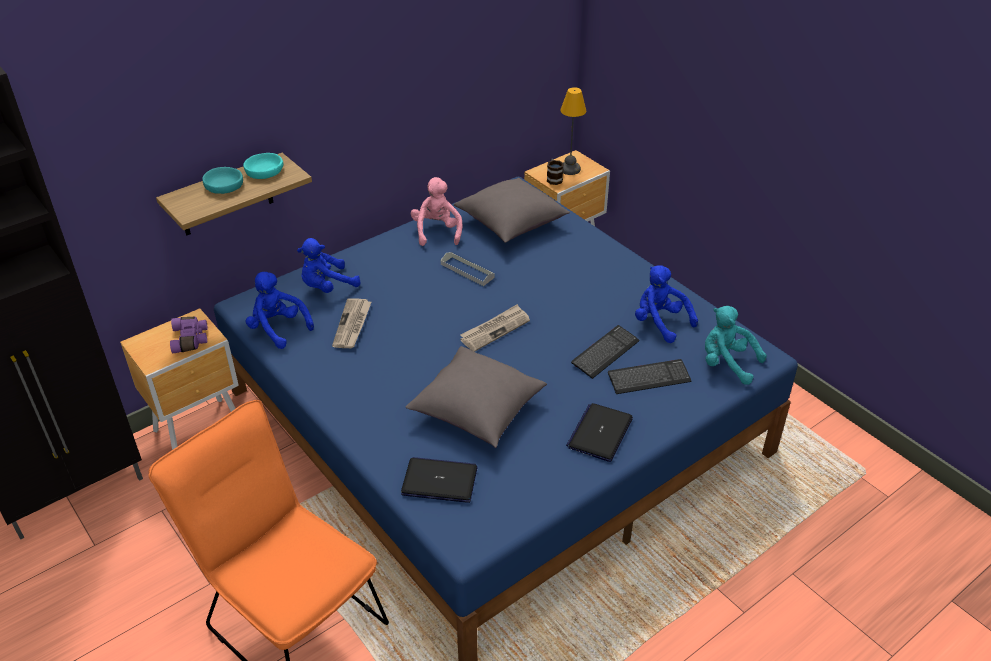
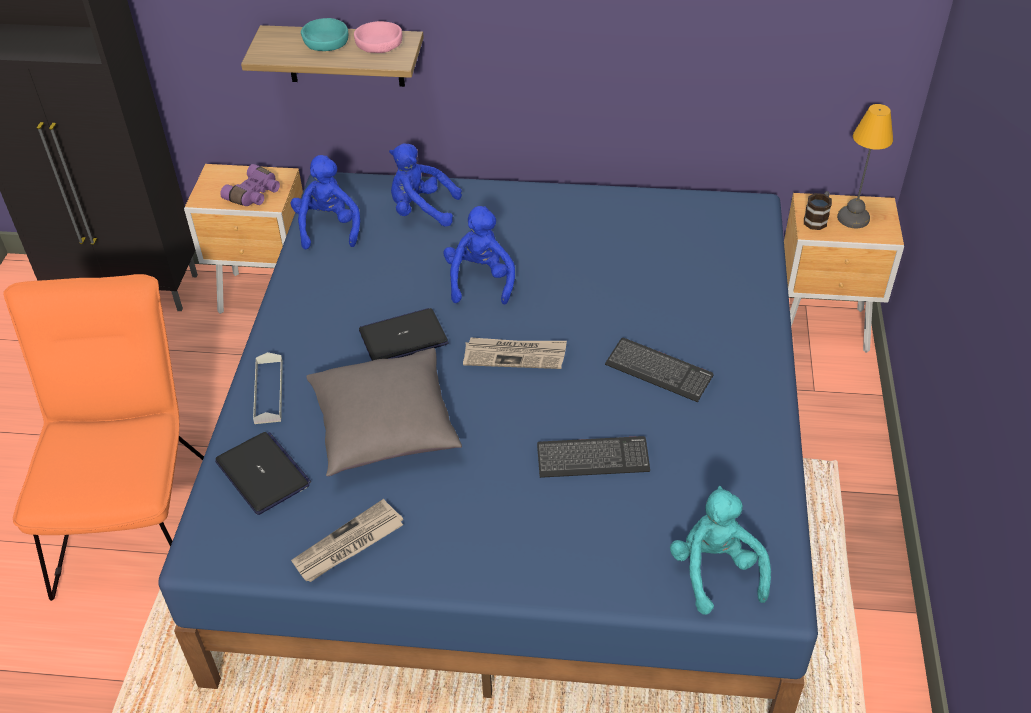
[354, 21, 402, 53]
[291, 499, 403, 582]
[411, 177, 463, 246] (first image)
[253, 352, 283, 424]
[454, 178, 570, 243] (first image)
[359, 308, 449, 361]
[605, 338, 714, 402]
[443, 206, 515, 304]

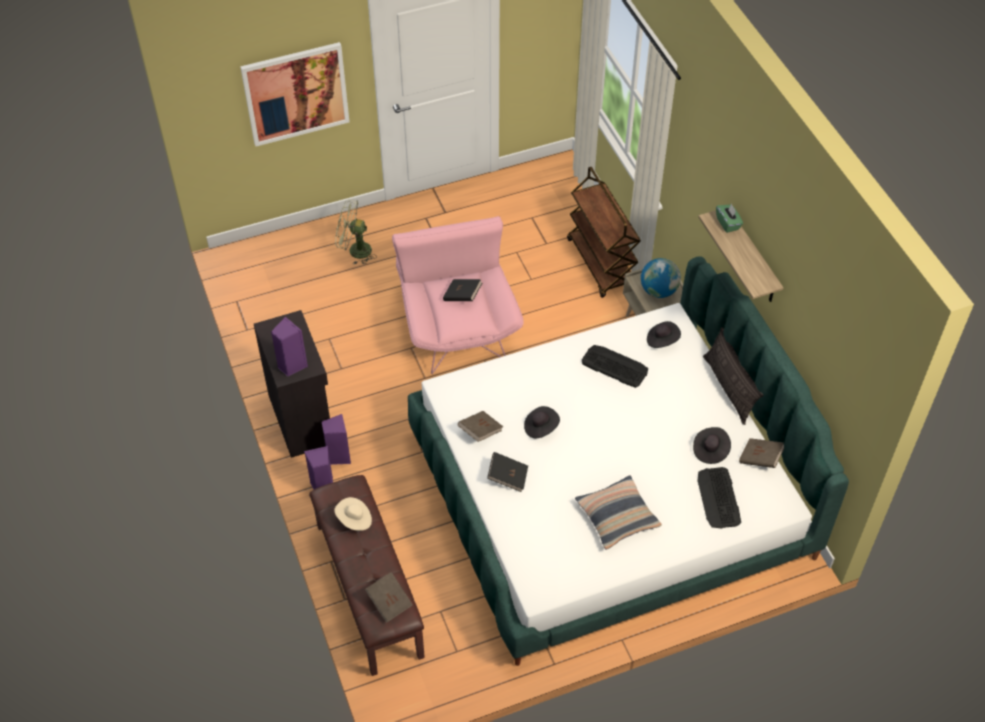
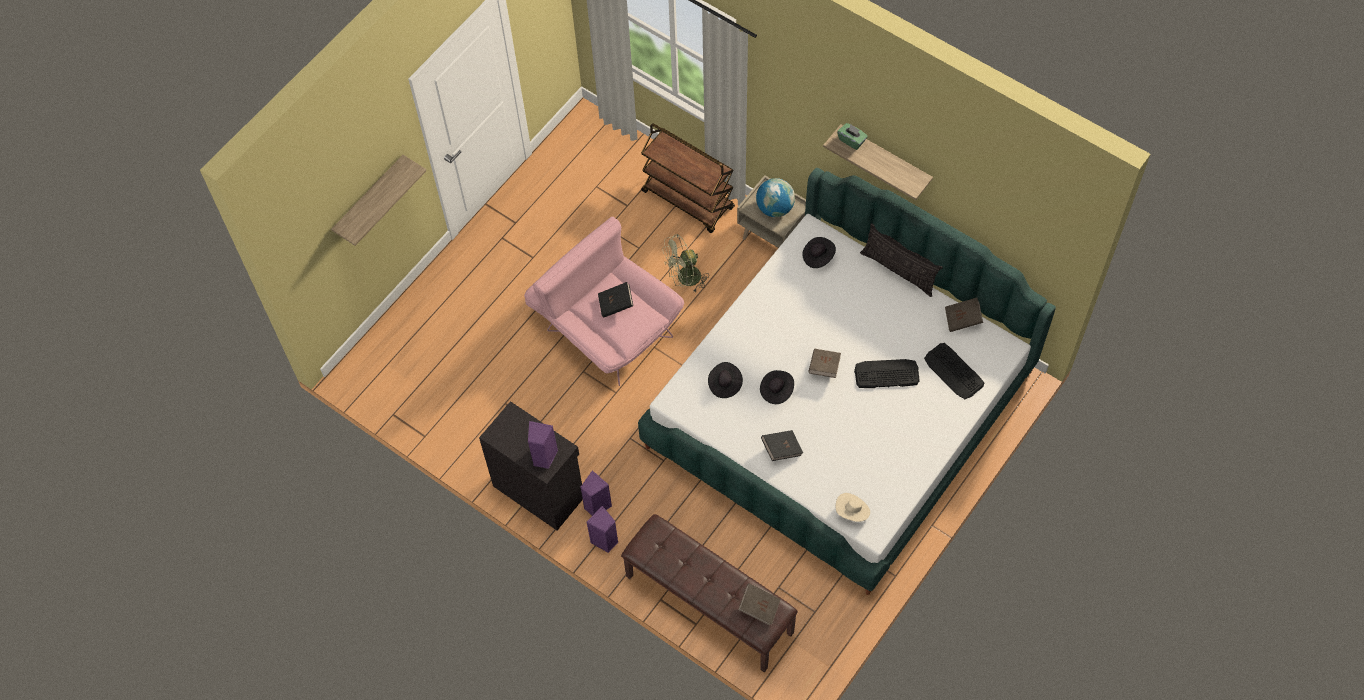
[331, 155, 426, 246]
[836, 493, 870, 522]
[662, 234, 708, 293]
[808, 349, 841, 378]
[575, 475, 662, 550] (first image)
[854, 359, 920, 388]
[708, 362, 743, 398]

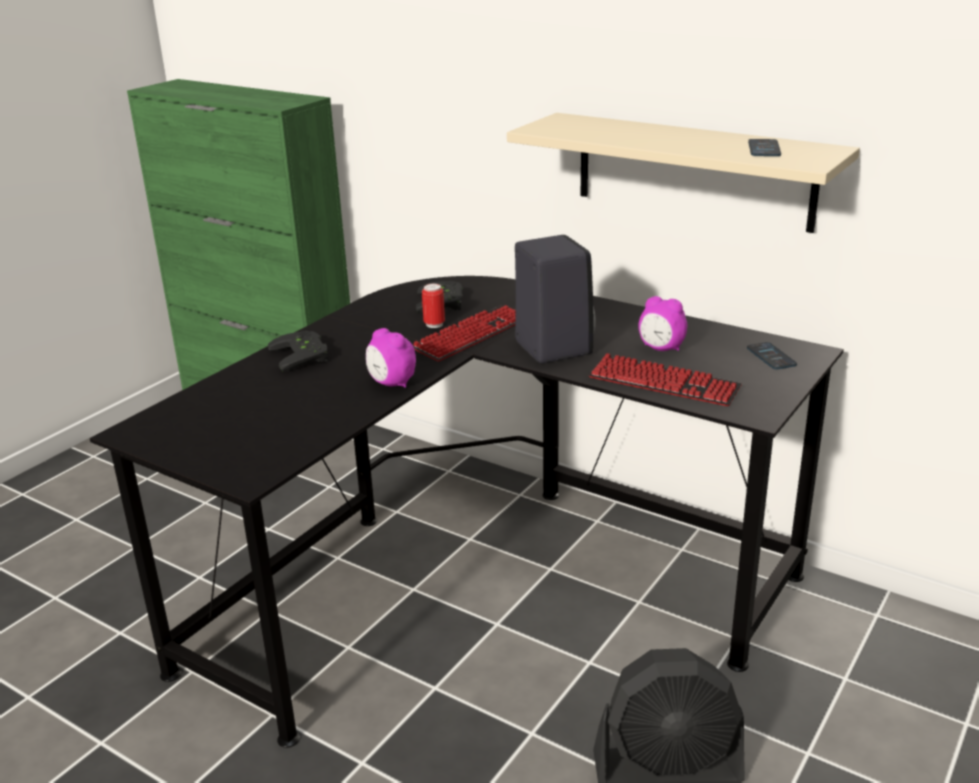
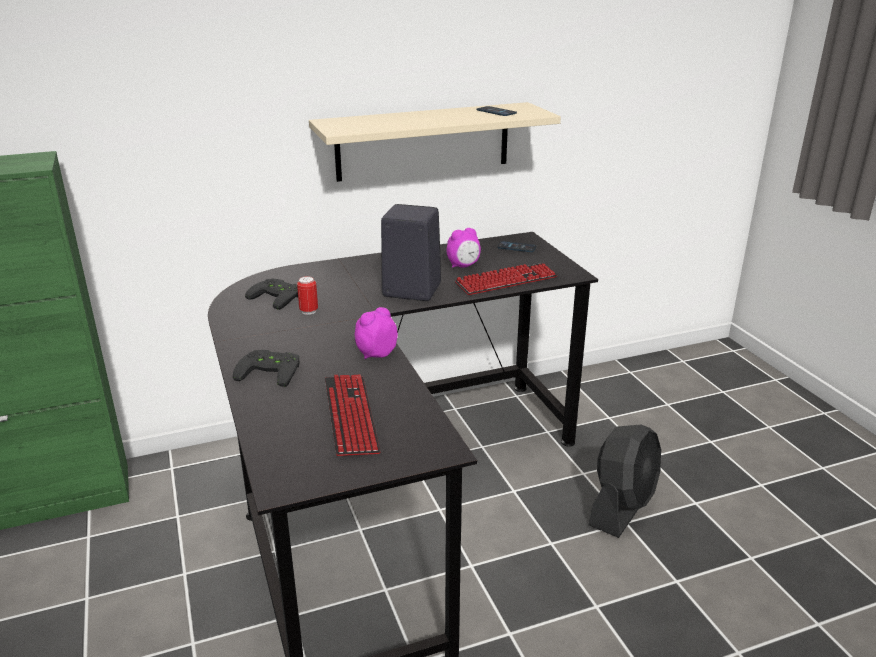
[355, 307, 398, 359]
[325, 374, 381, 456]

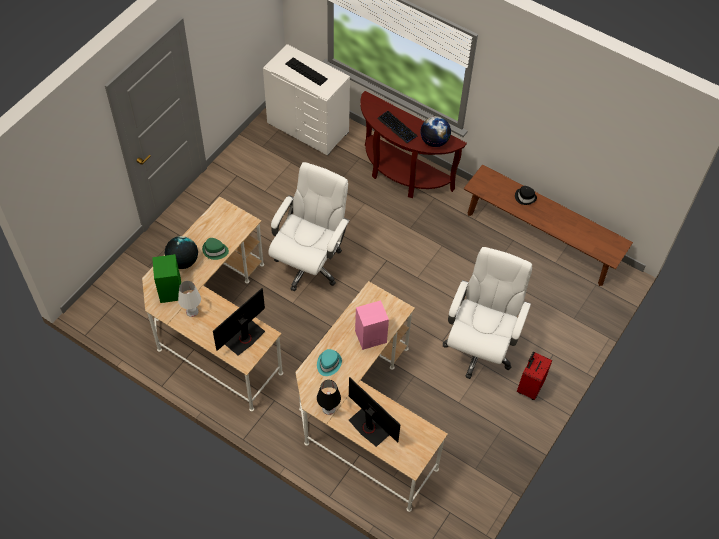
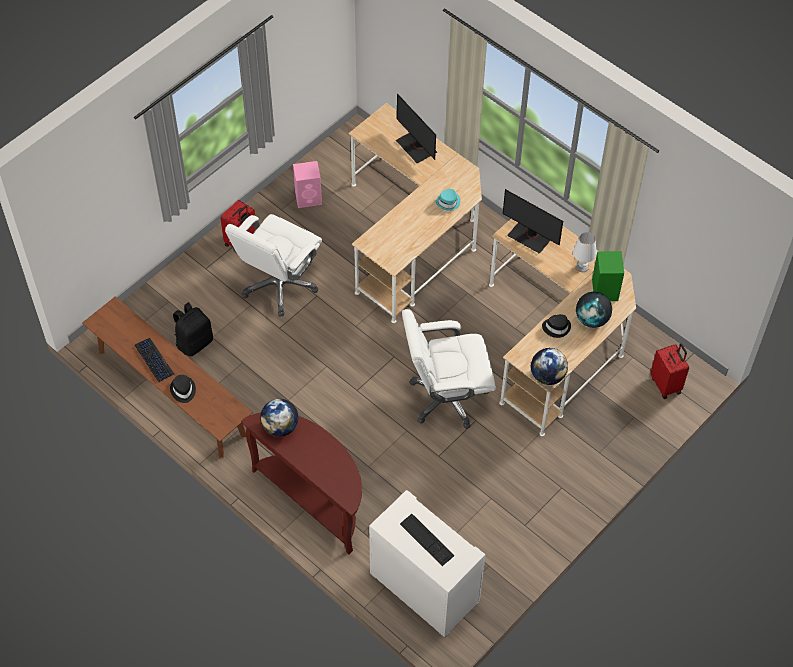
[542, 314, 571, 338]
[503, 189, 563, 254]
[402, 309, 496, 429]
[317, 380, 341, 415] (first image)
[293, 161, 322, 208]
[135, 338, 175, 382]
[173, 302, 213, 356]
[531, 348, 568, 385]
[651, 344, 689, 399]

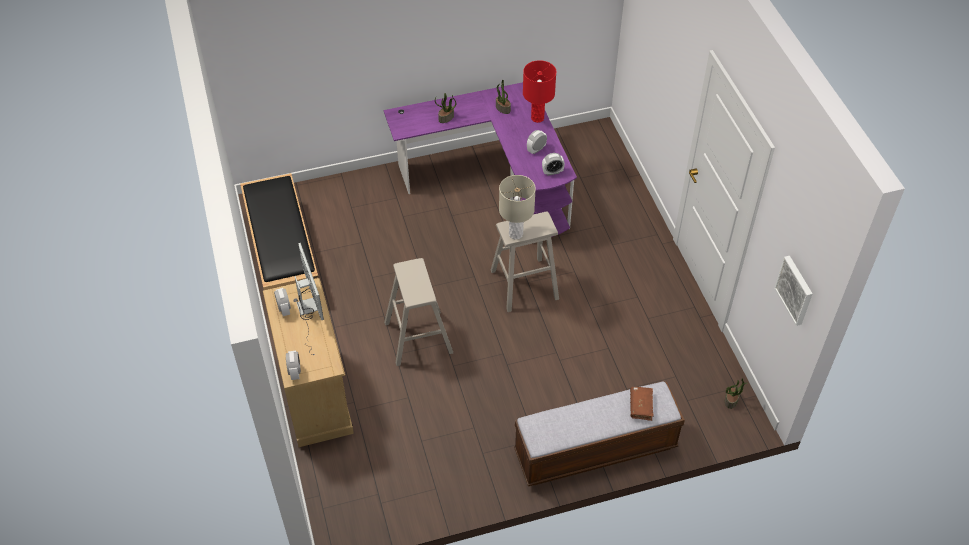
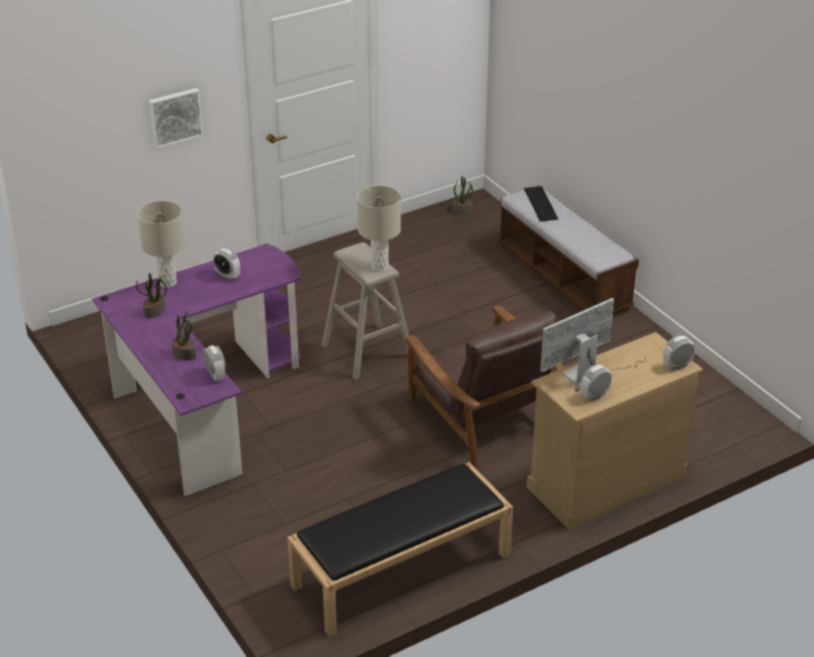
[404, 305, 564, 469]
[138, 201, 186, 288]
[203, 345, 226, 381]
[524, 186, 558, 221]
[149, 88, 203, 149]

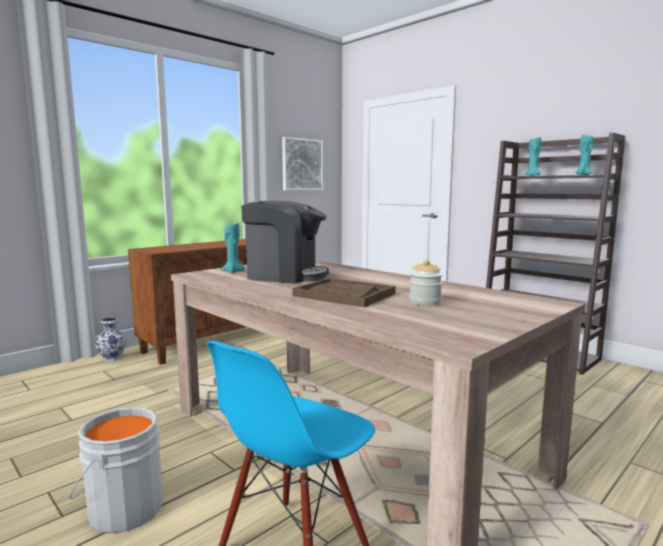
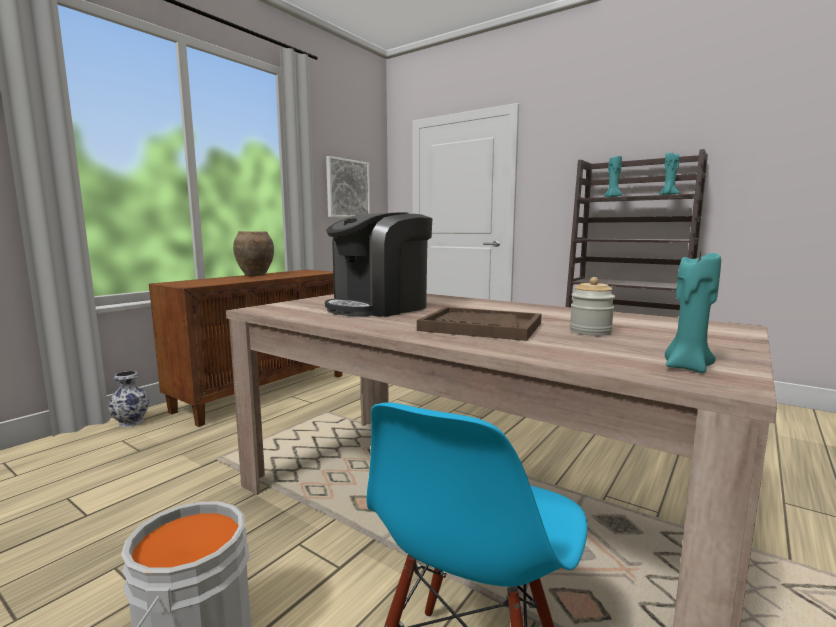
[665, 251, 721, 373]
[325, 212, 432, 317]
[233, 231, 274, 276]

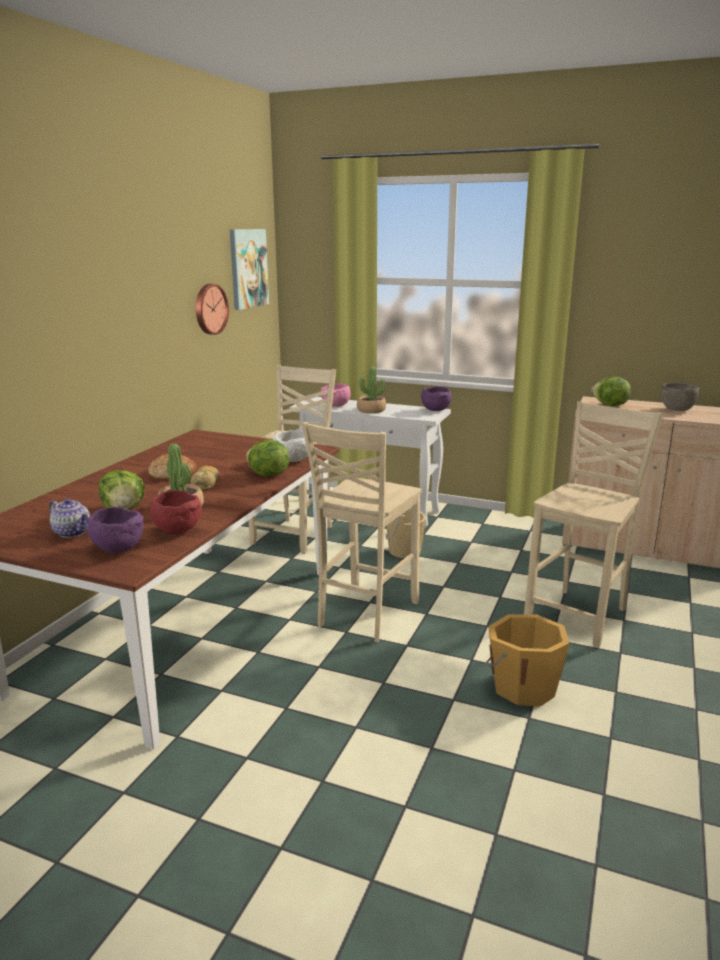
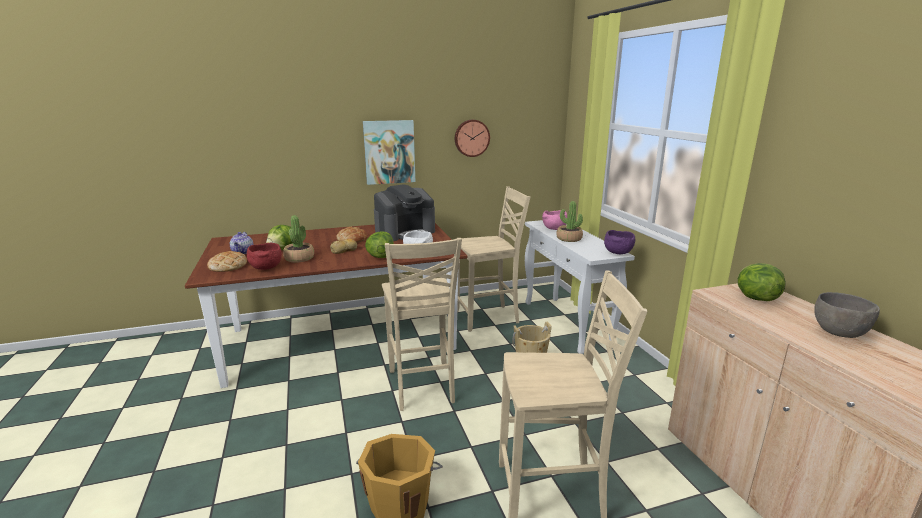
[207, 251, 247, 272]
[363, 120, 415, 185]
[382, 238, 462, 411]
[374, 184, 435, 241]

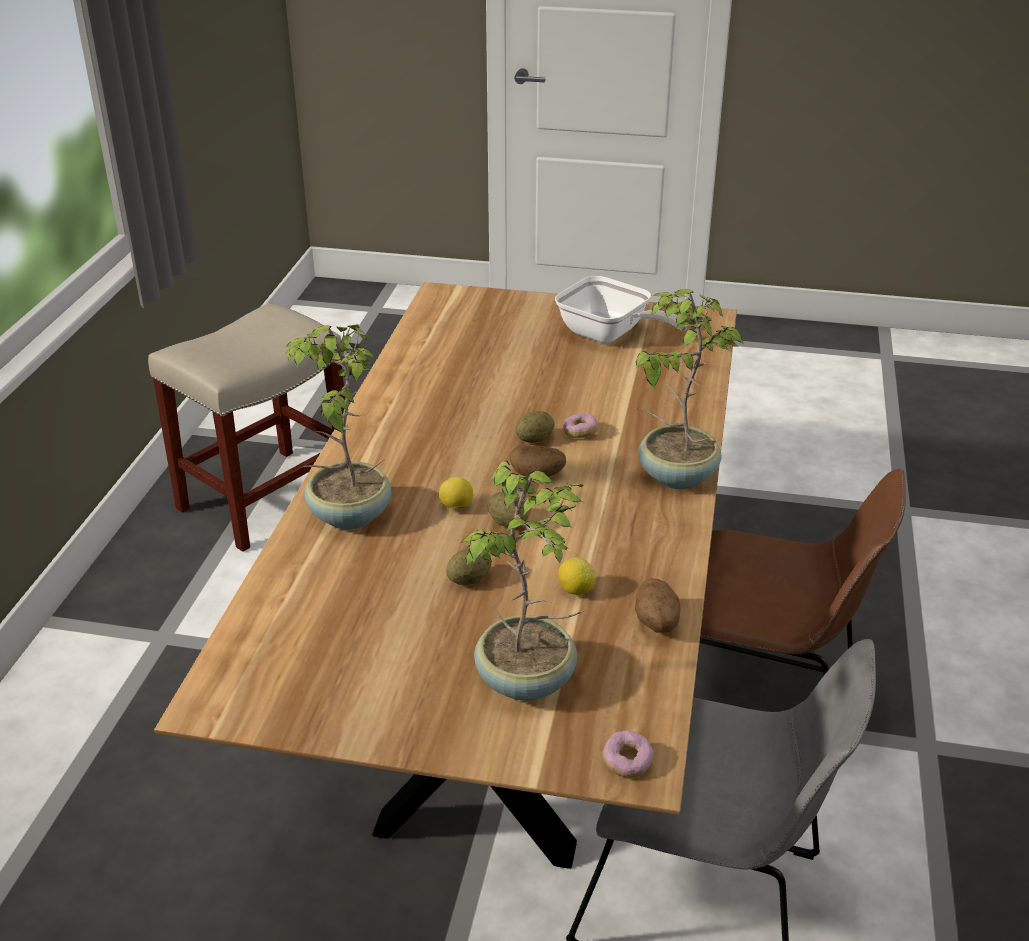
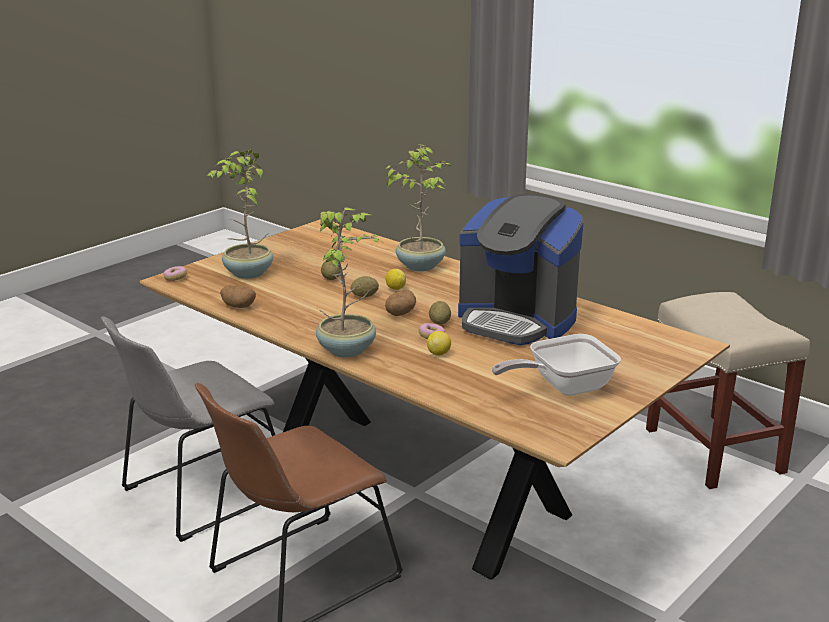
[427, 331, 451, 356]
[458, 194, 583, 345]

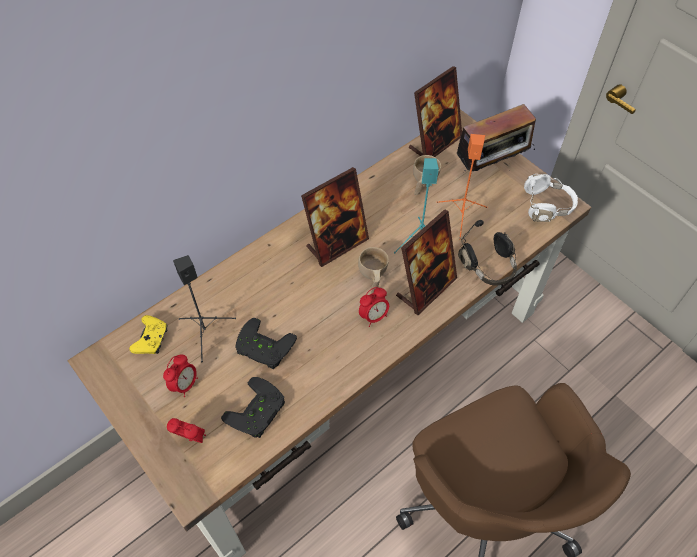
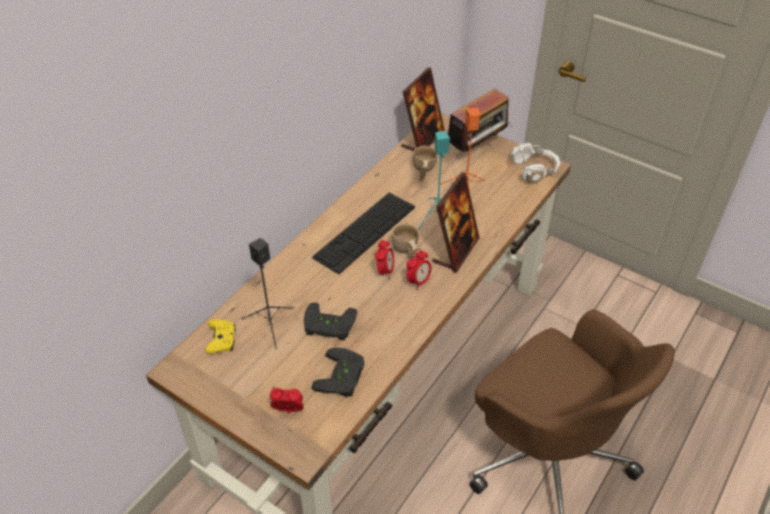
[375, 240, 394, 279]
[312, 193, 415, 274]
[458, 220, 517, 286] (first image)

